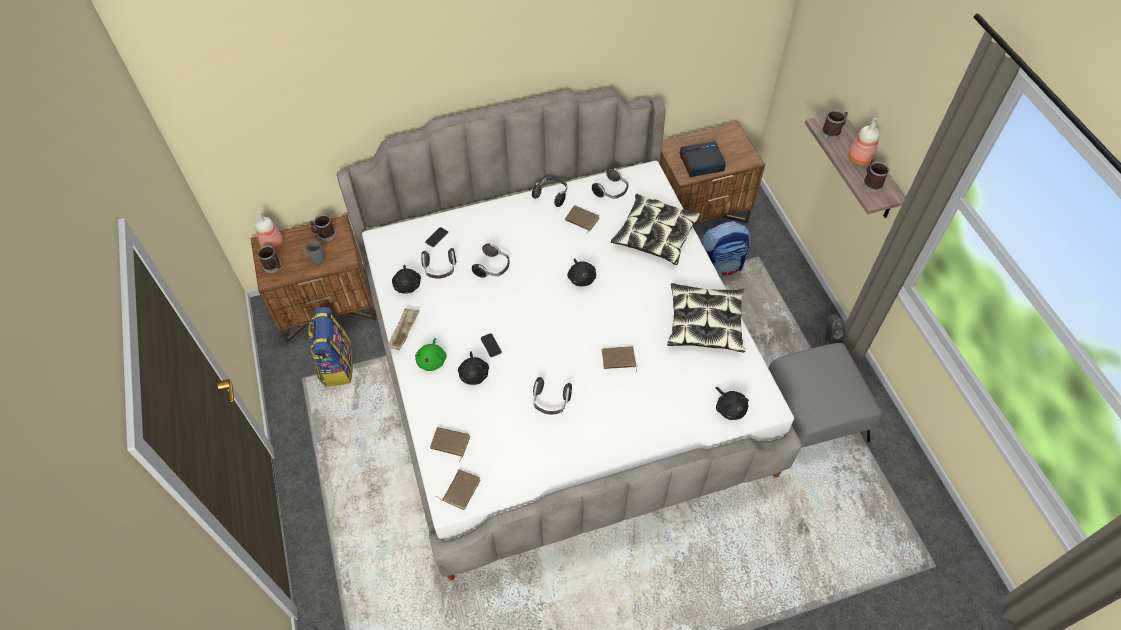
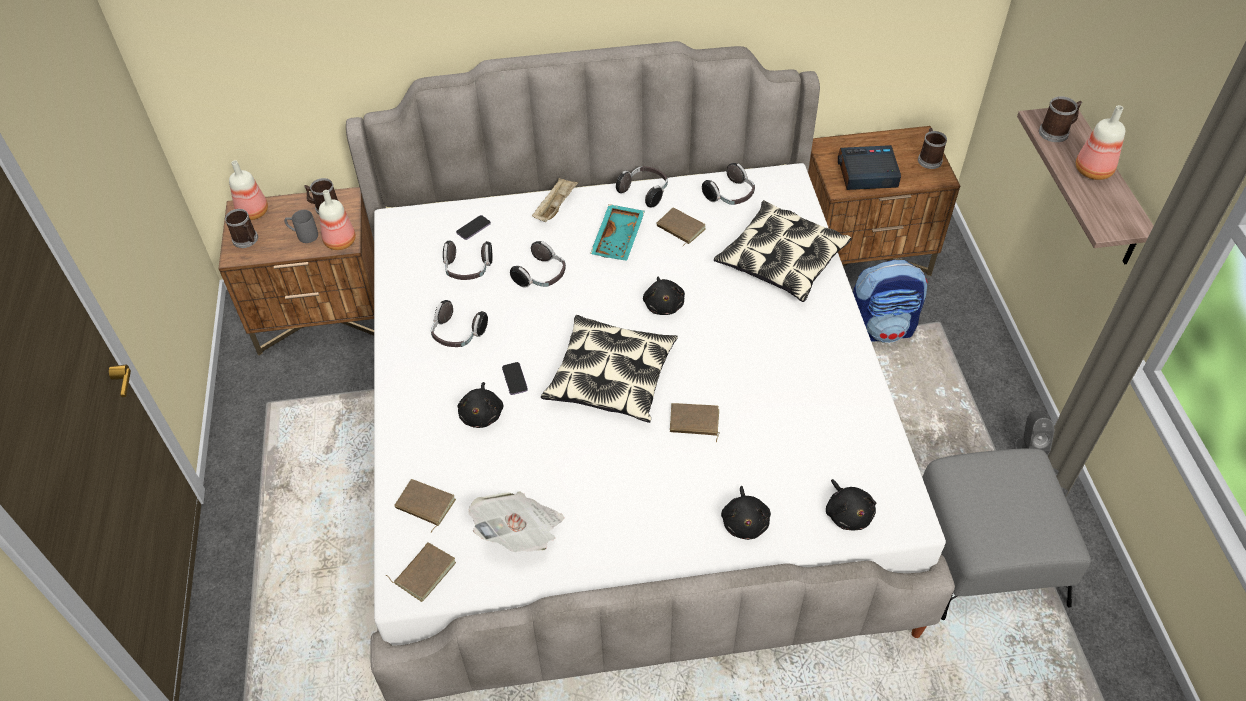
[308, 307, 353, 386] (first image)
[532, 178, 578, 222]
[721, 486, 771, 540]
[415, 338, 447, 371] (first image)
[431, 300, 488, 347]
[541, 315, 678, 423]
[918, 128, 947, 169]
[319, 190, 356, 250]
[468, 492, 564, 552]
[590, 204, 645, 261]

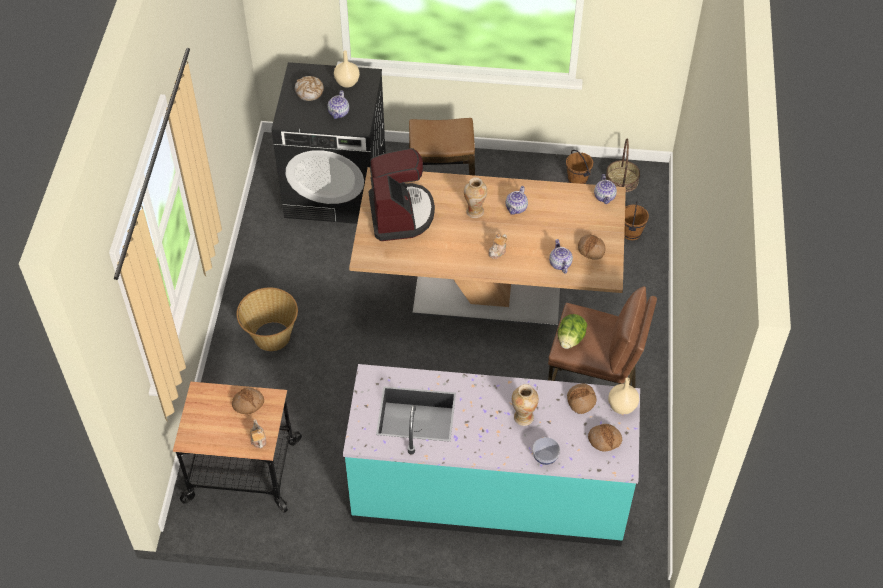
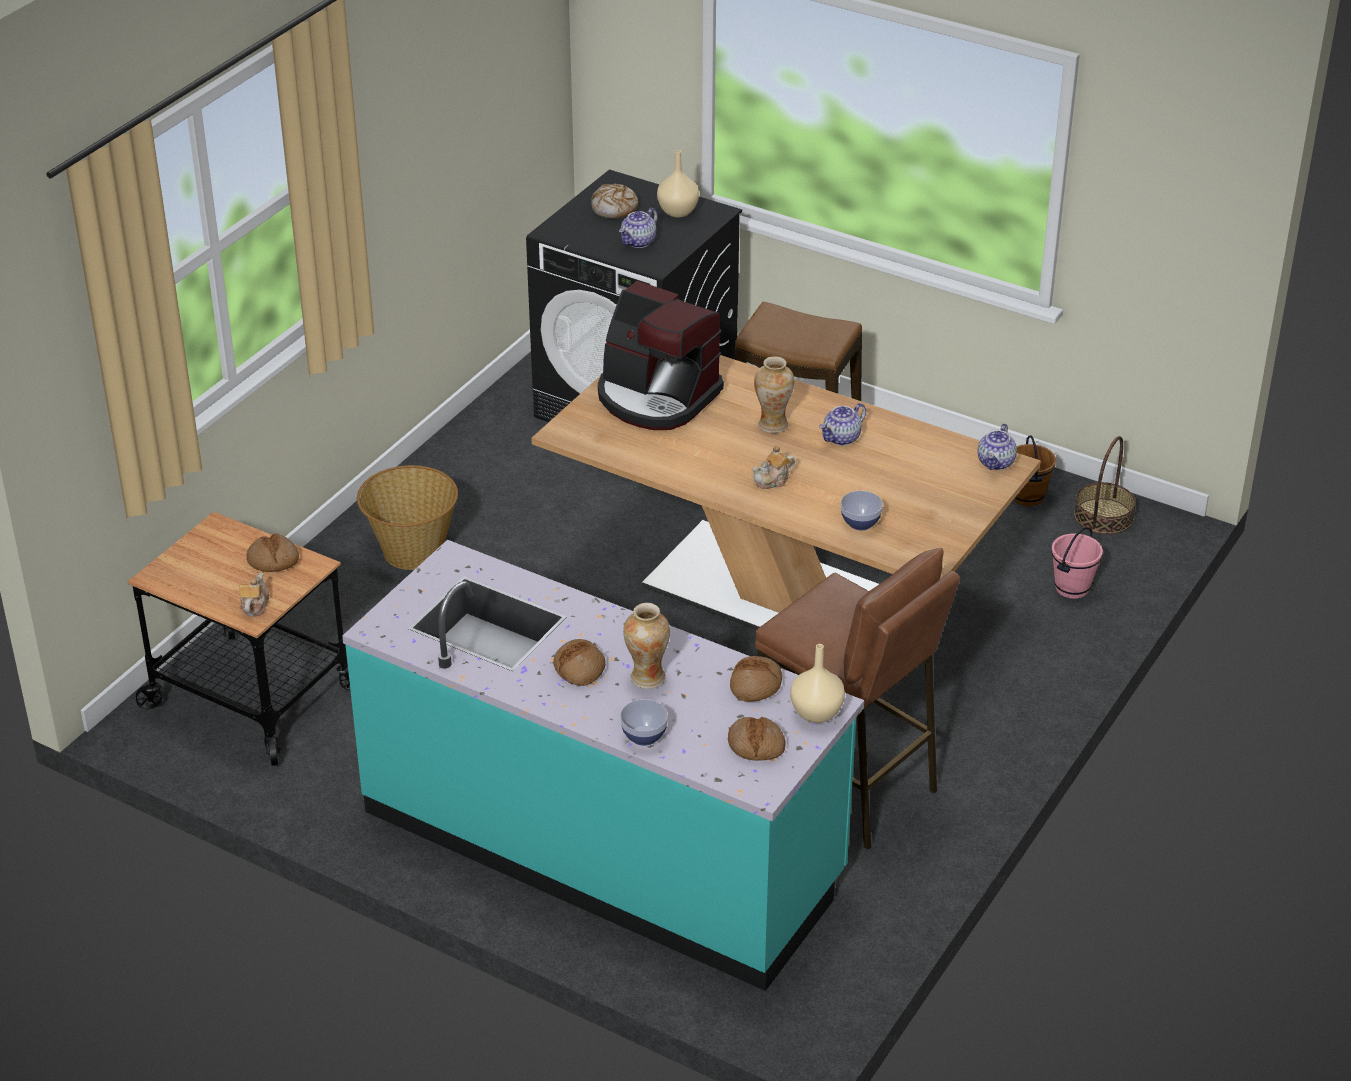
[598, 281, 724, 430]
[841, 491, 883, 530]
[558, 314, 587, 349] (first image)
[553, 639, 606, 686]
[1051, 527, 1103, 599]

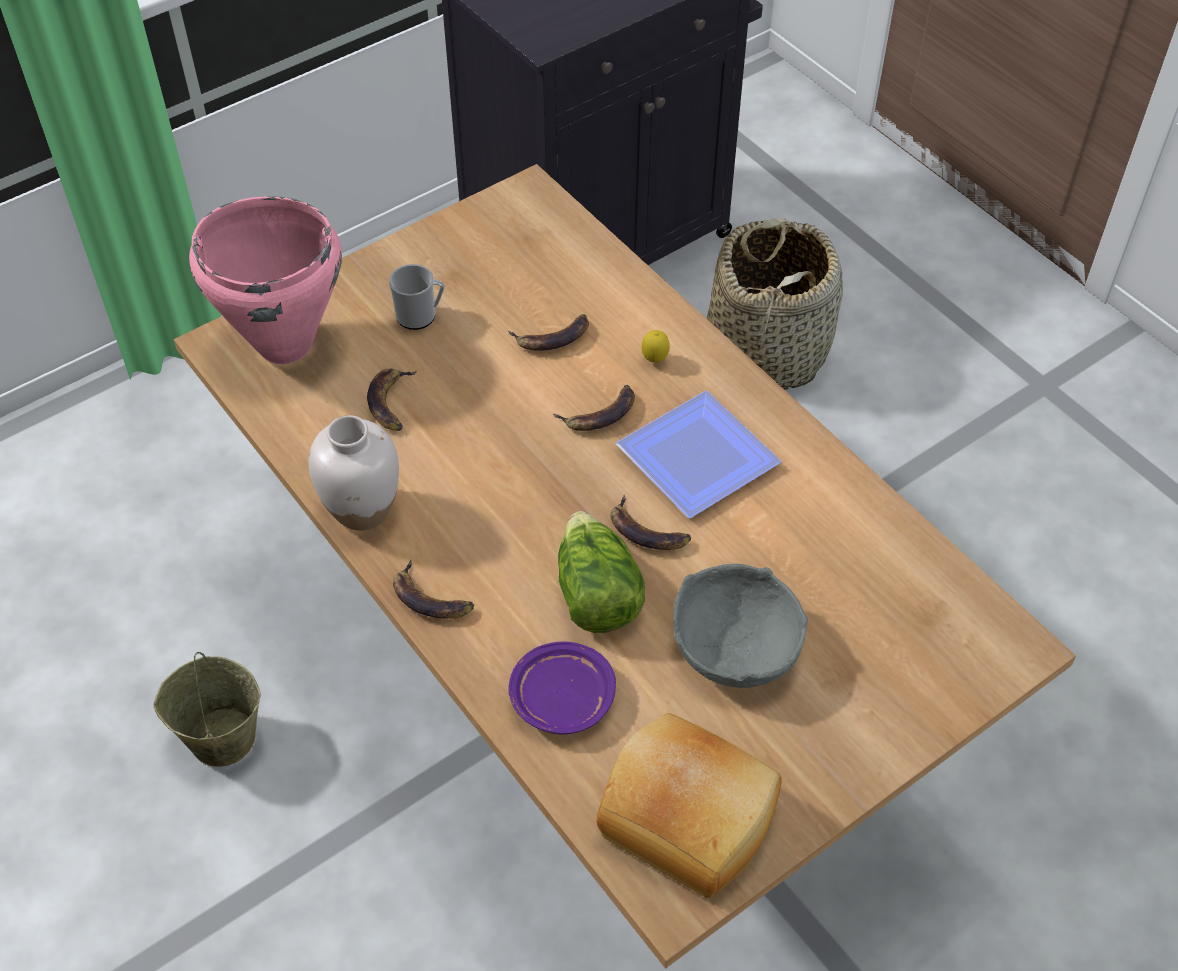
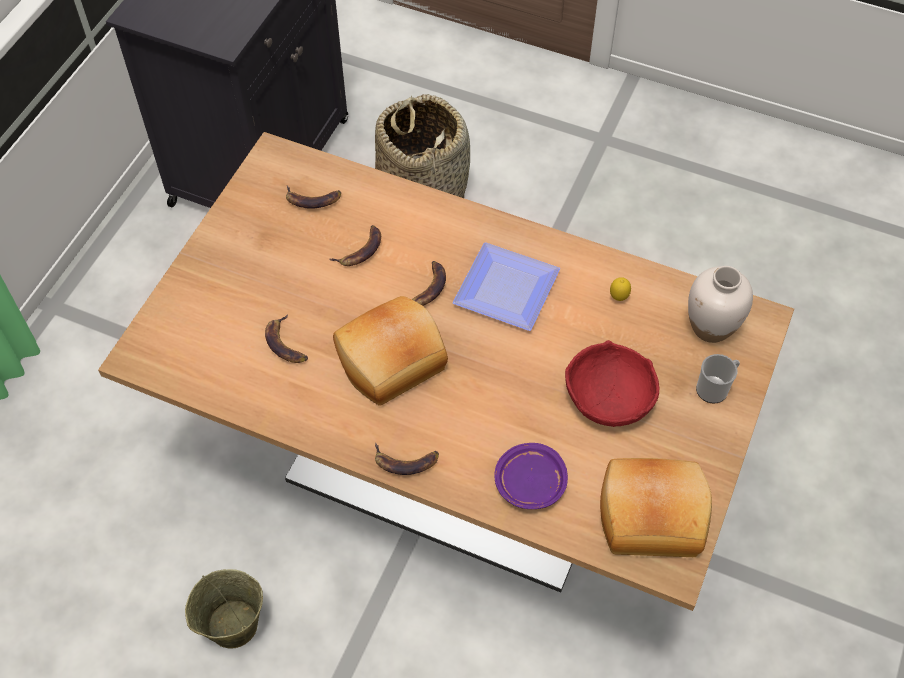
[189, 196, 342, 364] (first image)
[688, 266, 753, 343]
[696, 354, 740, 404]
[558, 511, 645, 633] (first image)
[286, 186, 341, 209]
[610, 277, 631, 301]
[565, 340, 660, 427]
[333, 296, 448, 406]

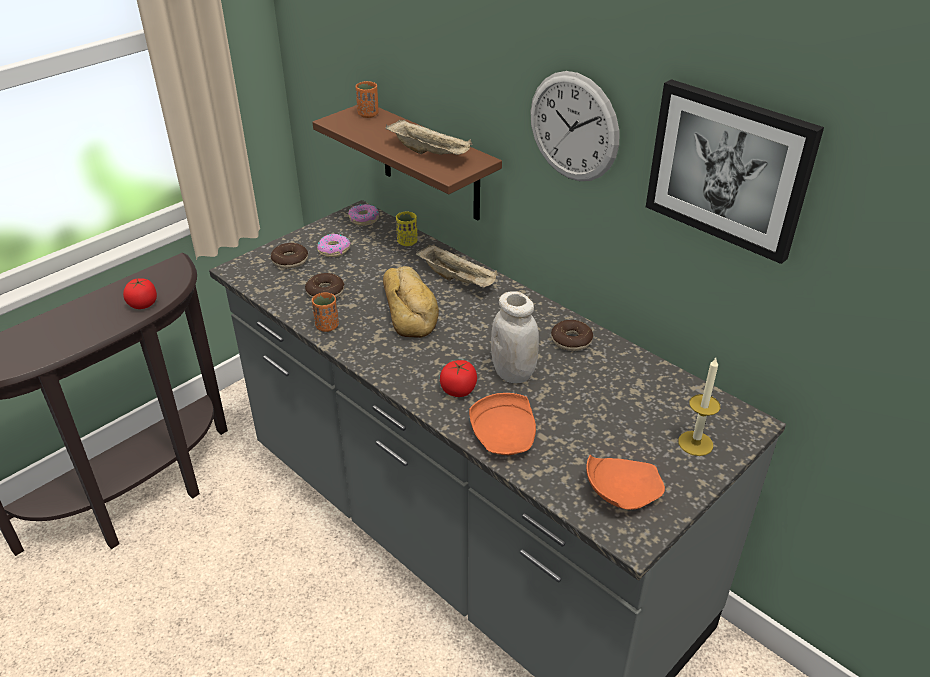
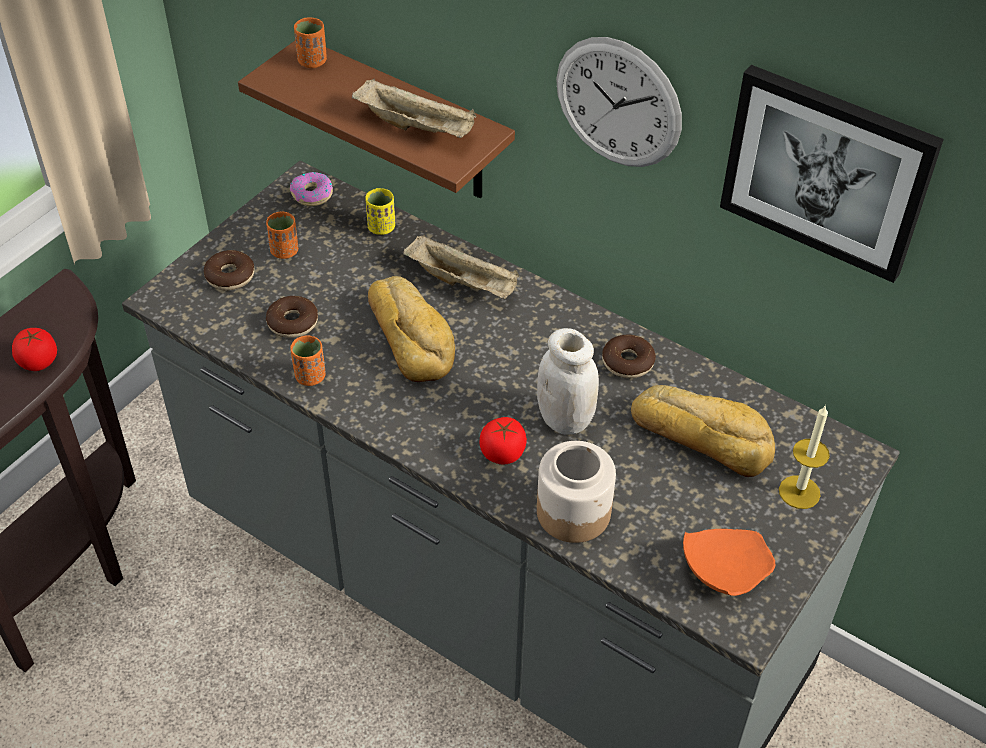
[266, 212, 298, 259]
[537, 441, 616, 543]
[631, 385, 775, 477]

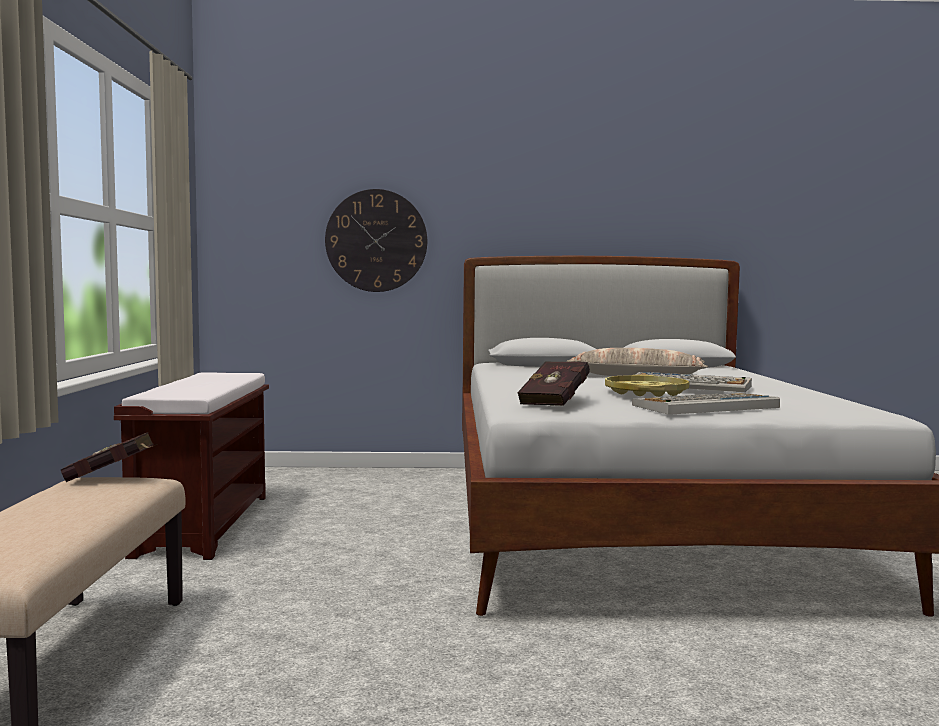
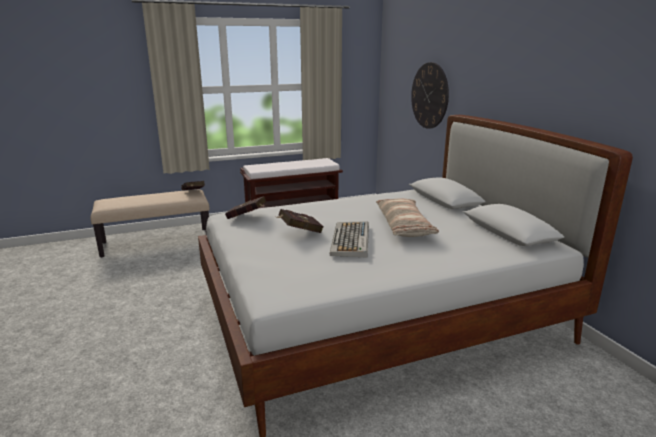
[276, 209, 324, 233]
[632, 393, 780, 415] (first image)

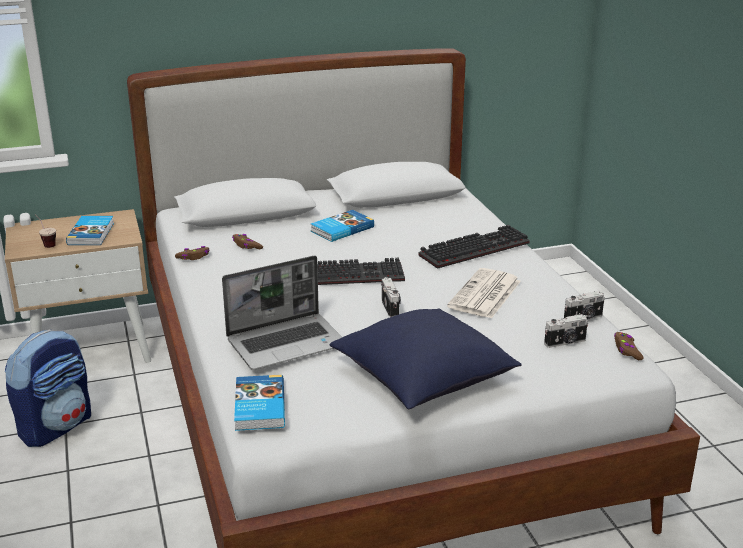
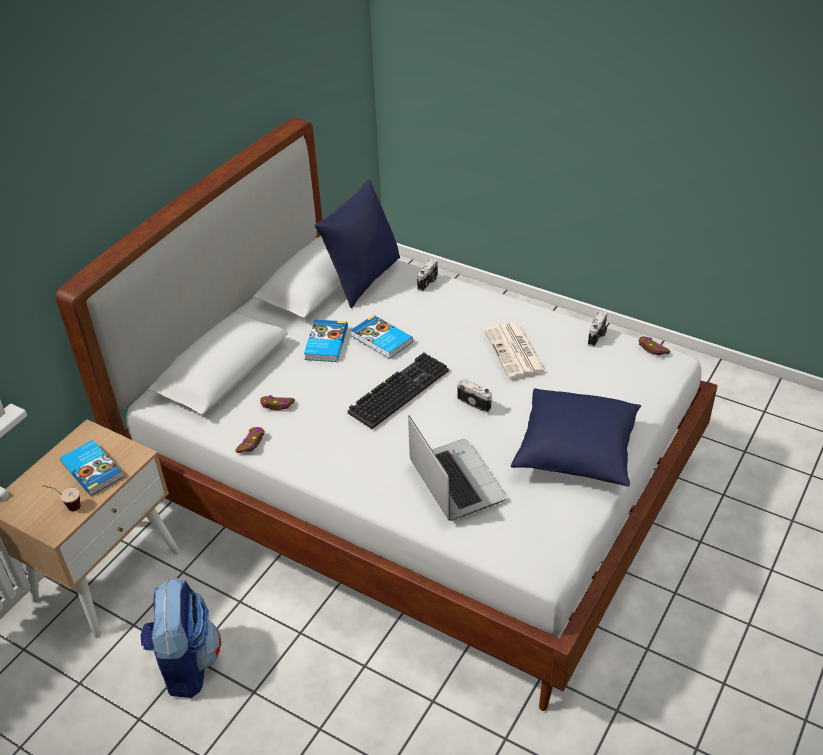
[408, 415, 507, 521]
[351, 315, 413, 359]
[418, 225, 530, 269] (first image)
[417, 258, 438, 292]
[314, 179, 400, 308]

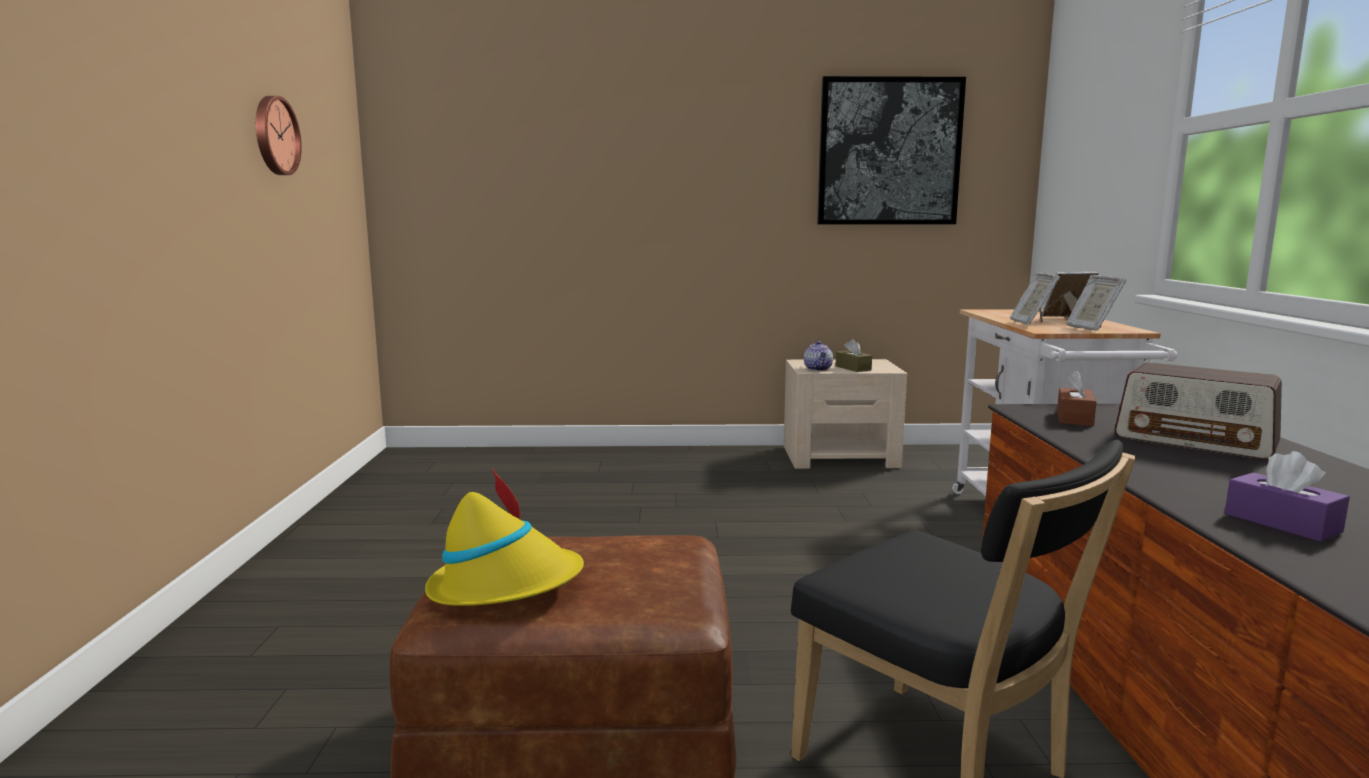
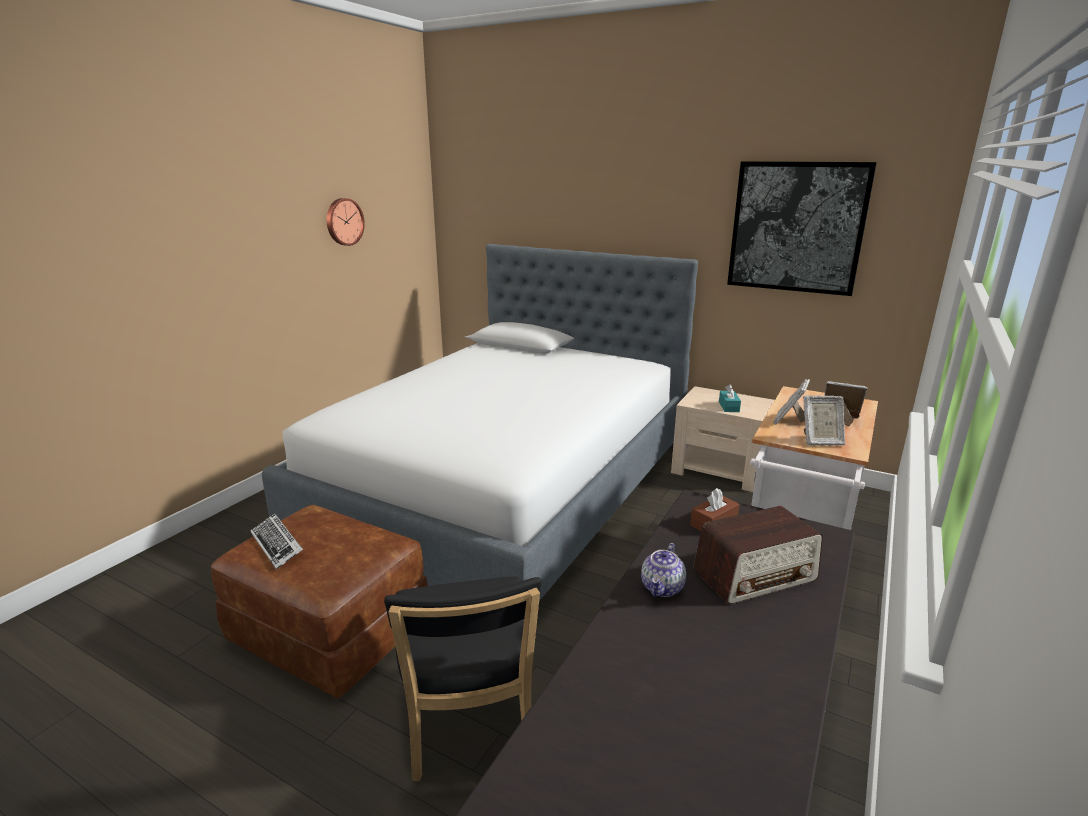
[250, 513, 303, 569]
[641, 543, 686, 597]
[719, 384, 741, 412]
[803, 395, 845, 445]
[693, 506, 823, 604]
[1225, 451, 1350, 542] (first image)
[262, 244, 698, 601]

